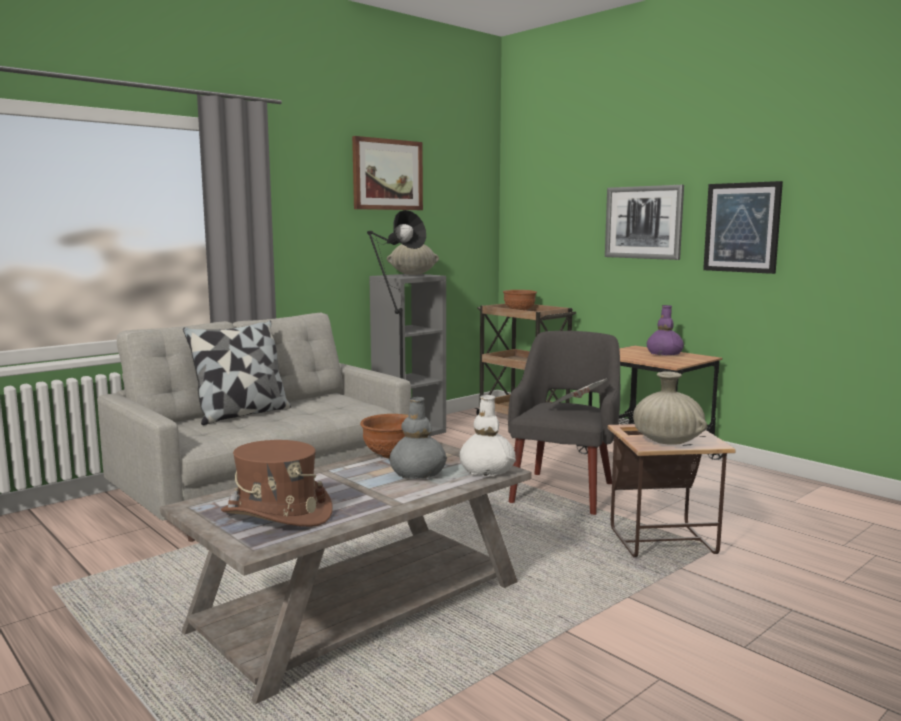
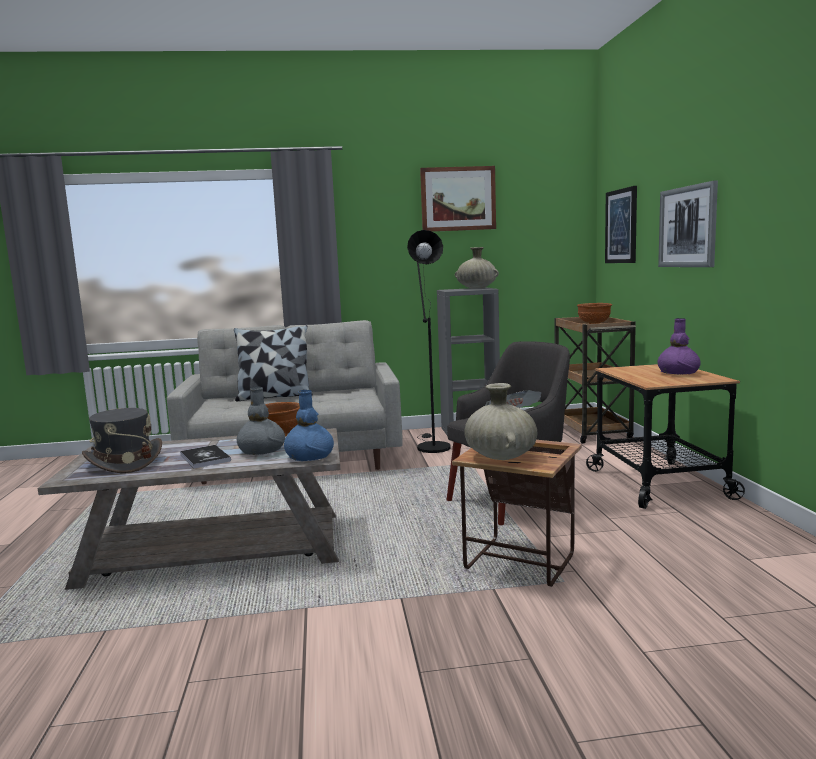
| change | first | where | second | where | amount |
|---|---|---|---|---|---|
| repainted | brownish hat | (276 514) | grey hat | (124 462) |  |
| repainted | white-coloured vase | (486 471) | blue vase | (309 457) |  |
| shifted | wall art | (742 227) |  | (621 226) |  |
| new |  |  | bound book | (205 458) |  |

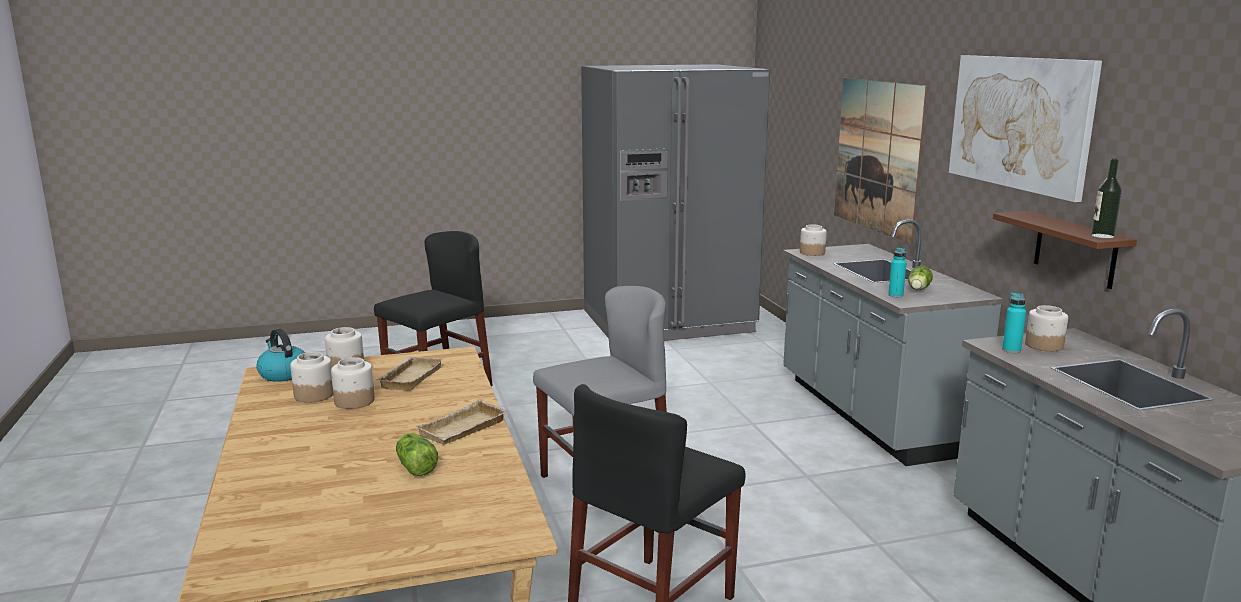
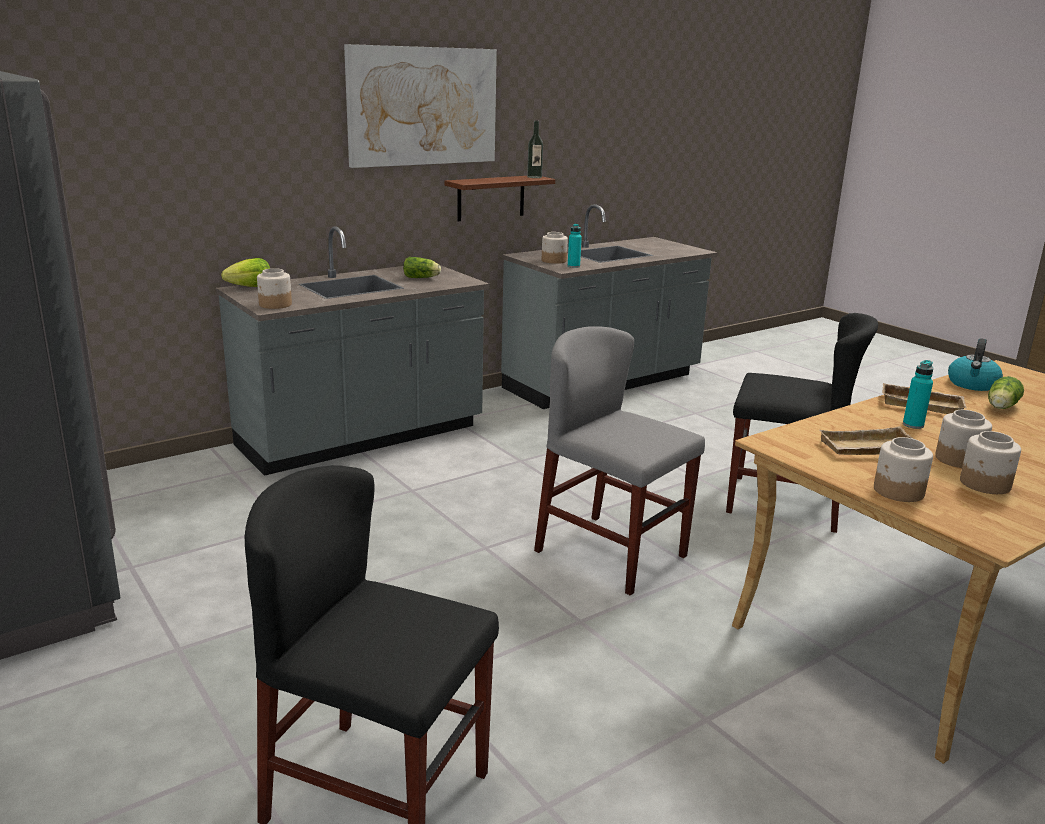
| change | first | where | second | where | amount |
|---|---|---|---|---|---|
| shifted | tea kettle | (283 374) |  | (972 384) |  |
| gone | wall art | (877 156) |  |  |  |
| shifted | blue-green beverage bottle | (895 295) |  | (913 425) |  |
| new |  |  | lettuce head | (250 287) |  |

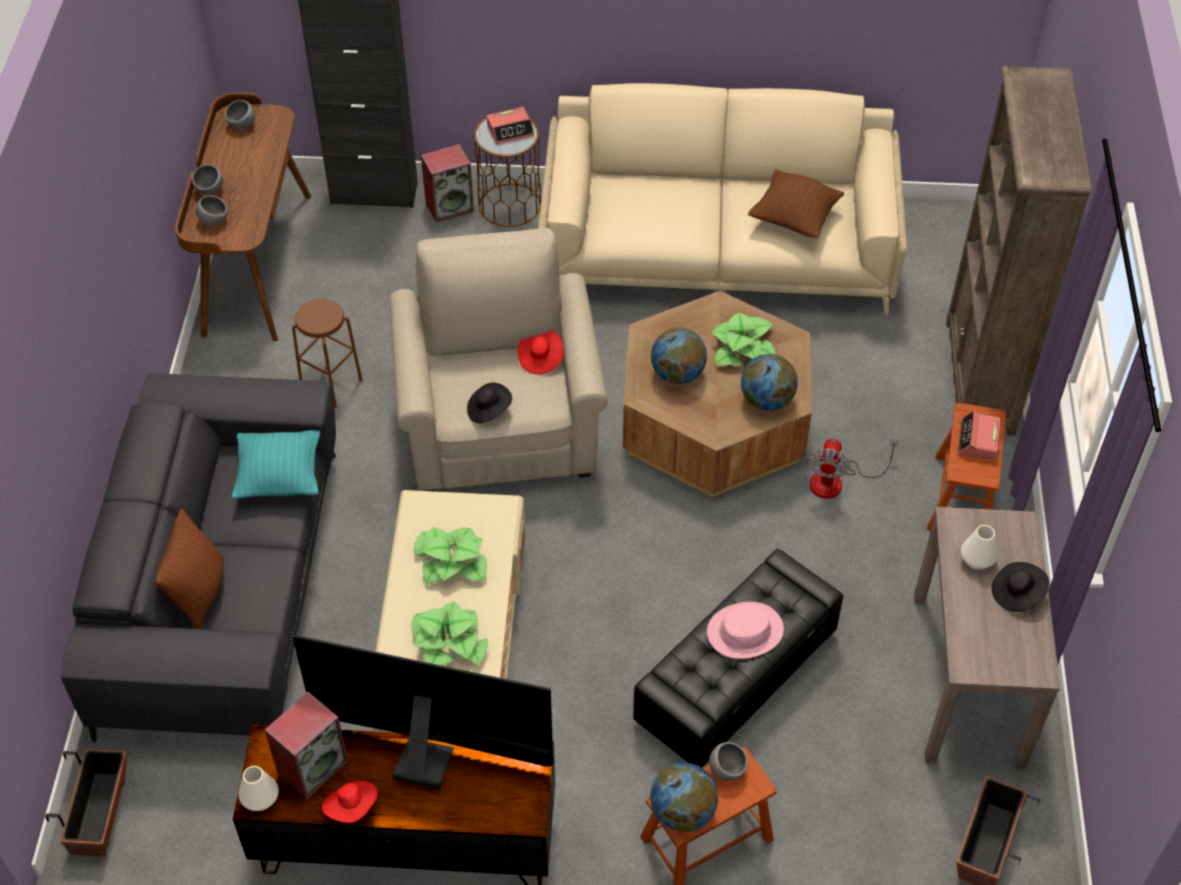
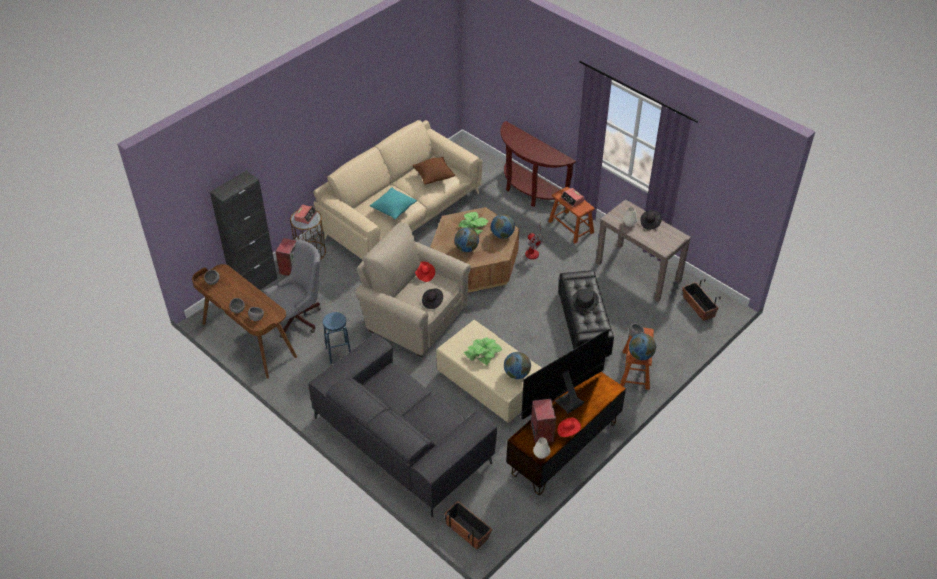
| change | first | where | second | where | amount |
|---|---|---|---|---|---|
| gone | brownish pillow | (199 592) |  |  |  |
| shifted | blue-green pillow | (280 478) |  | (393 210) |  |
| repainted | brownish stool seat | (331 384) | blue stool seat | (338 353) |  |
| swapped | houseplant | (449 642) | desk globe | (516 374) |  |
| repainted | pink hat | (745 631) | blackish hat | (584 301) |  |
| swapped | brownish bookshelf | (979 377) | brownish console table | (529 191) |  |
| new |  |  | grey computer chair | (299 318) |  |

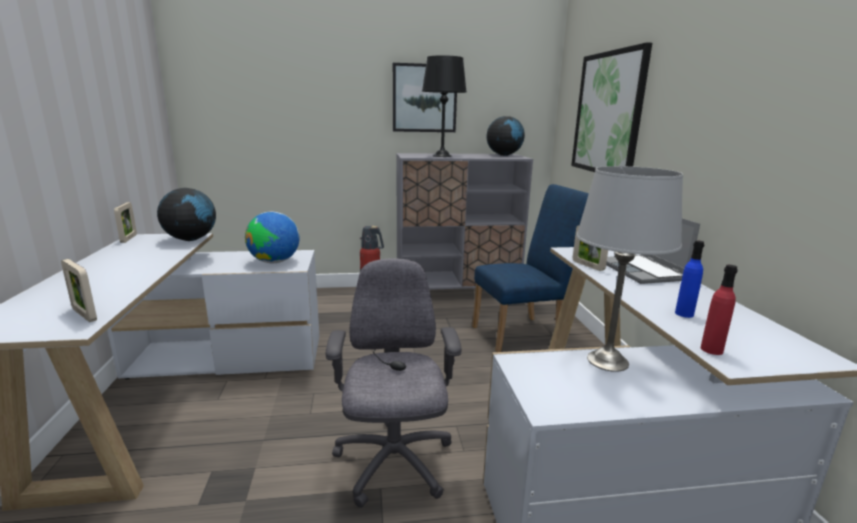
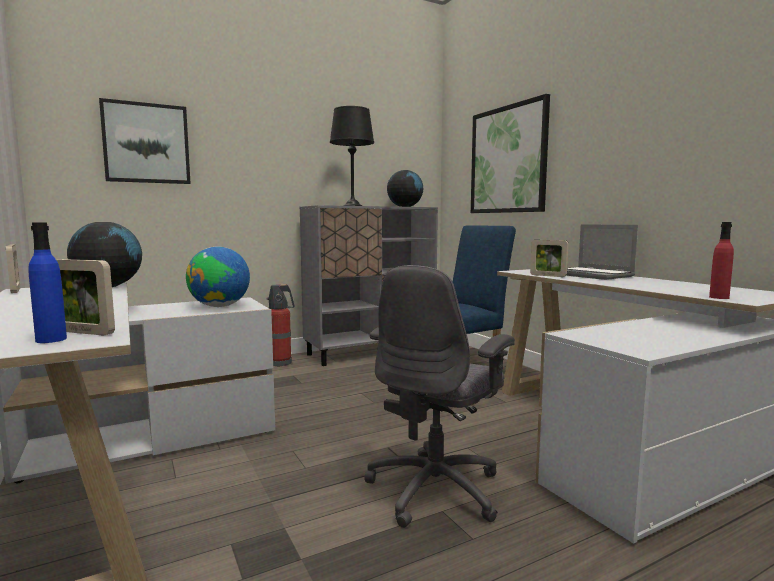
| change | first | where | second | where | amount |
|---|---|---|---|---|---|
| rotated | grey computer chair | (393 464) |  | (436 489) | 120 degrees counterclockwise |
| shifted | wall art | (424 98) |  | (146 143) |  |
| gone | grey table lamp | (606 361) |  |  |  |
| shifted | blue beverage bottle | (684 314) |  | (51 339) |  |

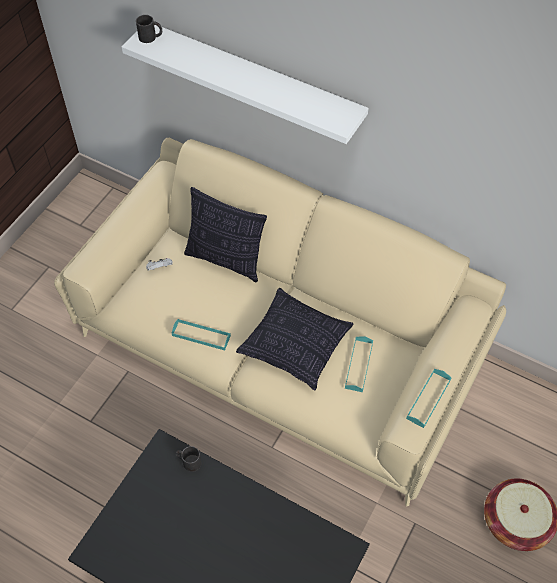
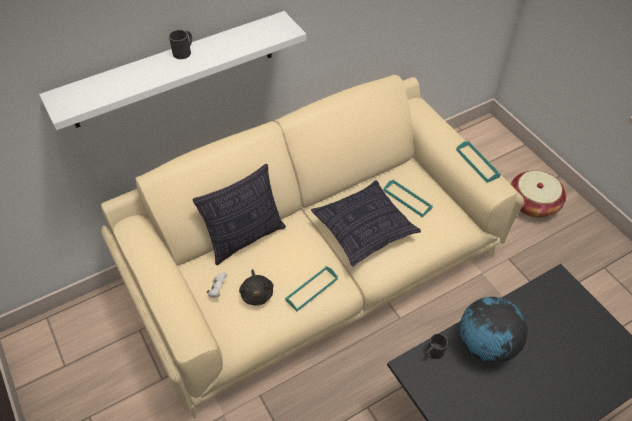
| change | first | where | second | where | amount |
|---|---|---|---|---|---|
| shifted | blackish tea mug | (151 37) |  | (184 51) |  |
| new |  |  | blackish cuddly toy | (257 293) |  |
| new |  |  | desk globe | (485 344) |  |

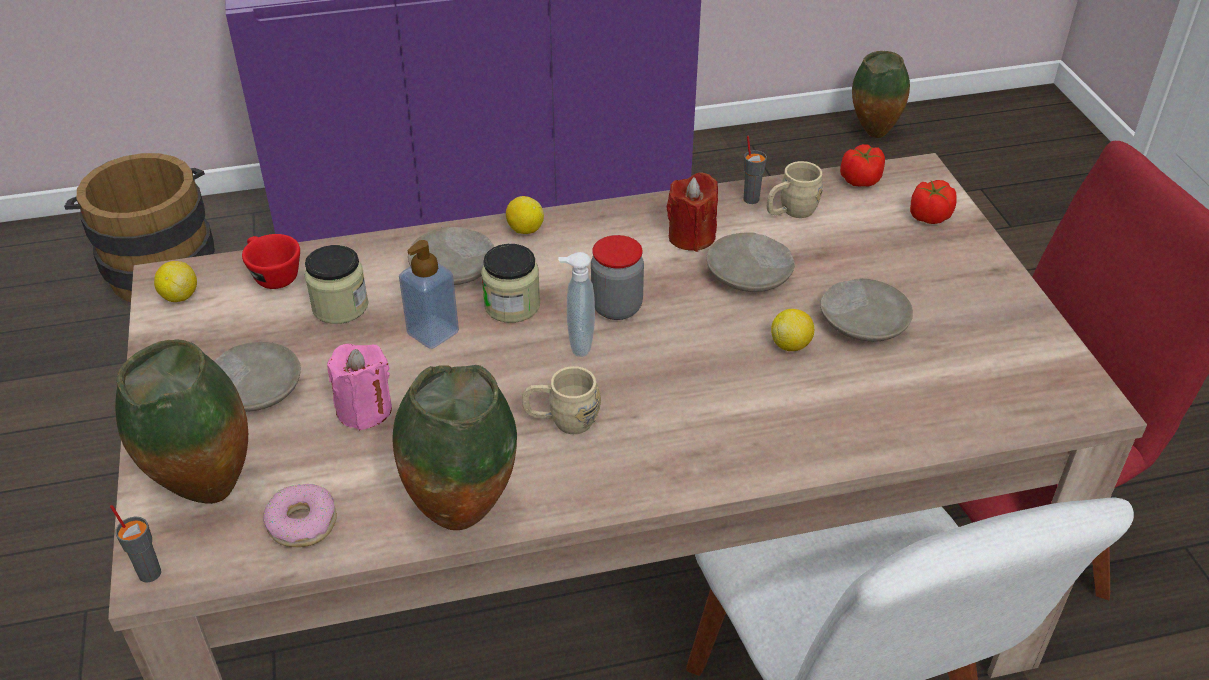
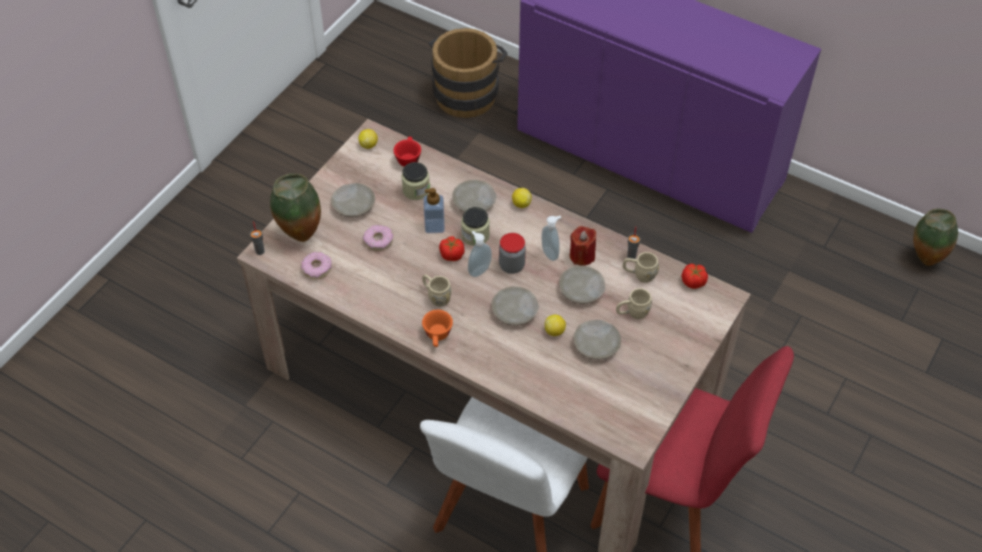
| change | first | where | second | where | amount |
|---|---|---|---|---|---|
| swapped | pink wax candle | (364 409) | doughnut | (378 241) |  |
| gone | vase | (463 515) |  |  |  |
| shifted | tomato | (929 216) |  | (451 255) |  |
| new |  |  | orange-coloured small cup | (438 336) |  |
| new |  |  | sand-coloured flat dish | (515 311) |  |
| new |  |  | liquid soap bottle | (551 253) |  |
| new |  |  | sand-coloured tea mug | (632 313) |  |

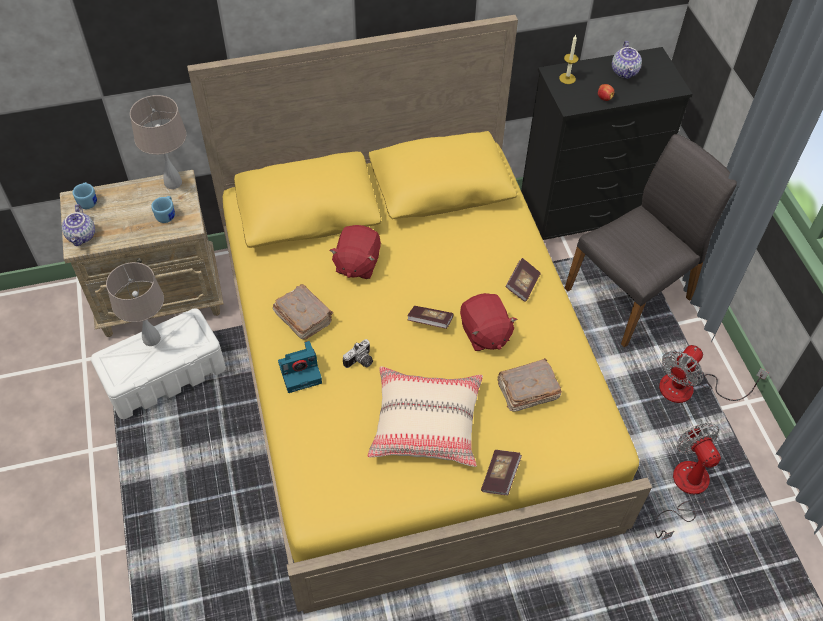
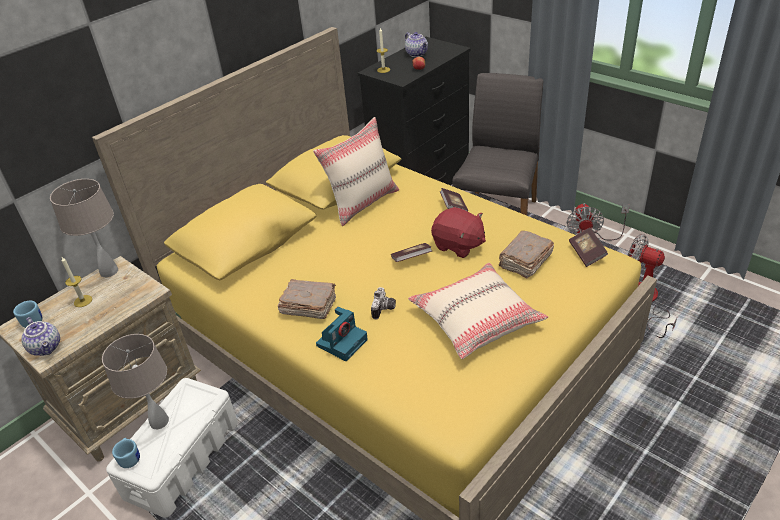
| change | first | where | second | where | amount |
|---|---|---|---|---|---|
| shifted | blue tea mug | (167 214) |  | (130 457) |  |
| gone | reddish cuddly toy | (356 264) |  |  |  |
| shifted | bound book | (500 477) |  | (587 253) |  |
| new |  |  | wax candle | (83 301) |  |
| new |  |  | sand-coloured pillow | (362 203) |  |

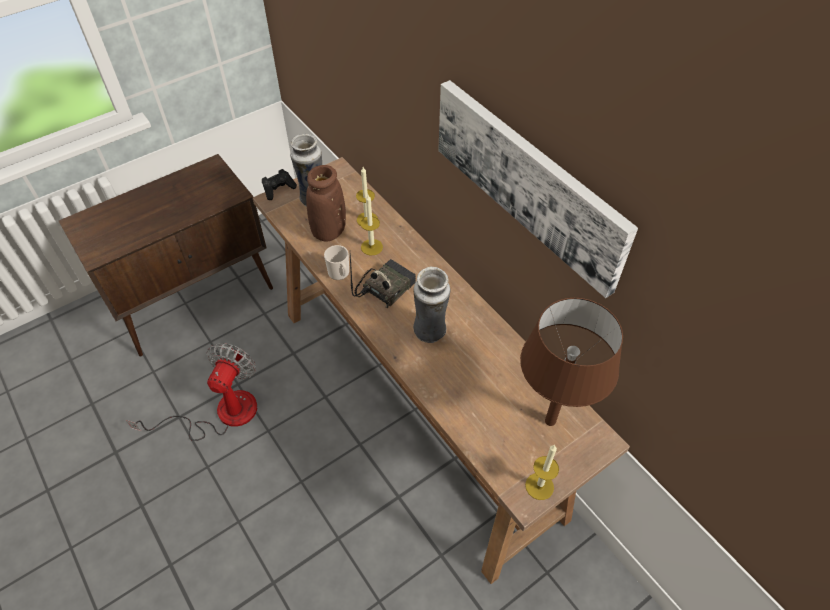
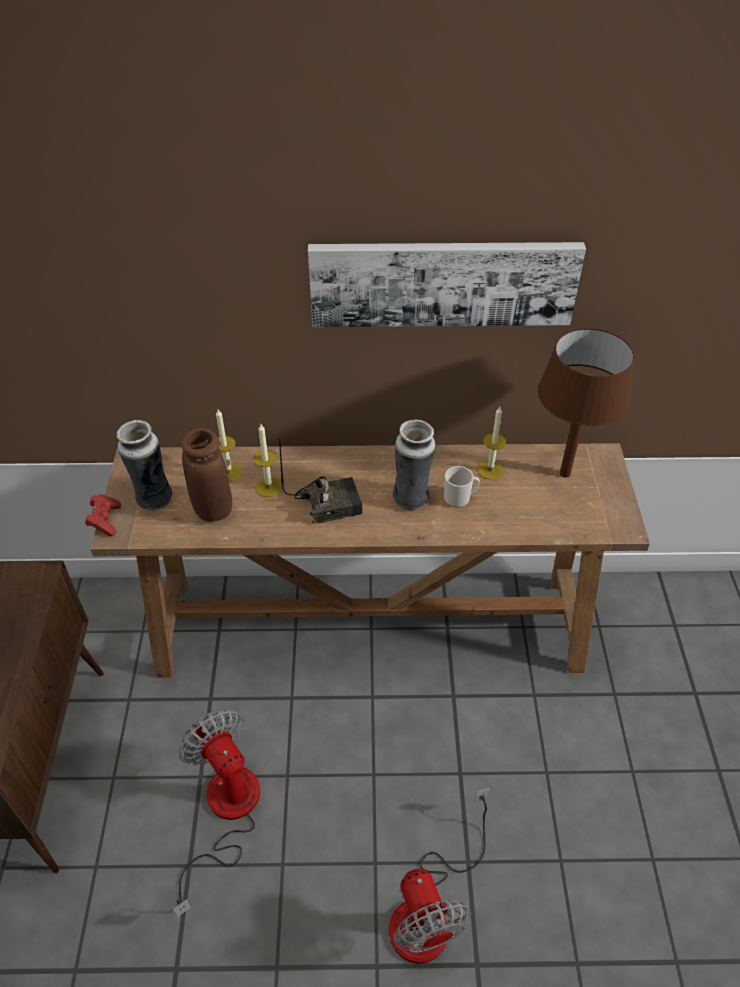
| change | first | where | second | where | amount |
|---|---|---|---|---|---|
| repainted | blackish joypad | (278 189) | reddish joypad | (105 520) |  |
| shifted | tea mug | (340 274) |  | (460 498) |  |
| rotated | radio receiver | (384 287) |  | (329 503) | 90 degrees clockwise |
| shifted | wax candle | (539 486) |  | (490 470) |  |
| new |  |  | electric fan | (430 910) |  |

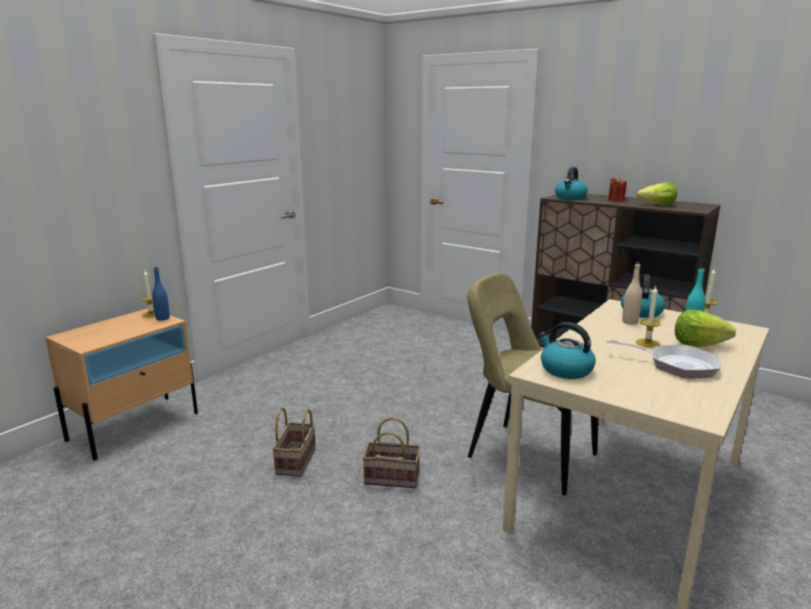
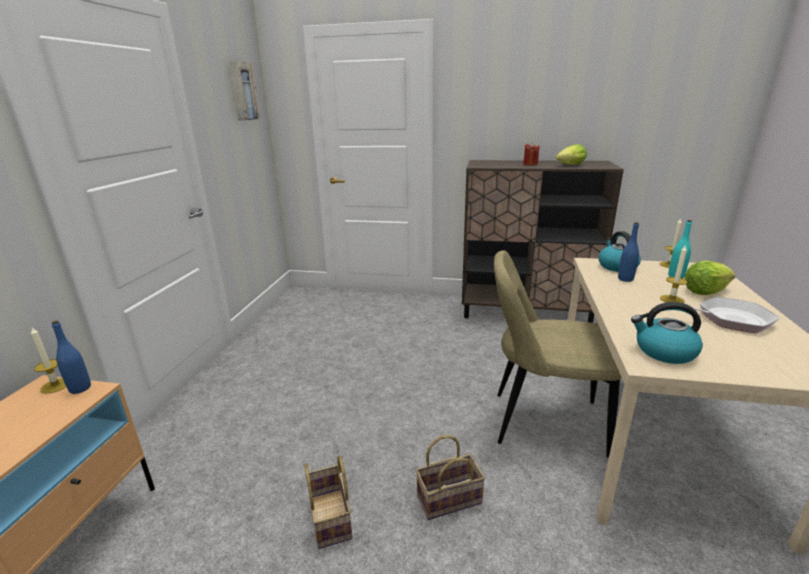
| change | first | where | second | where | amount |
|---|---|---|---|---|---|
| gone | tea kettle | (570 198) |  |  |  |
| repainted | sand-coloured beverage bottle | (630 322) | blue beverage bottle | (625 279) |  |
| new |  |  | wall art | (243 91) |  |

